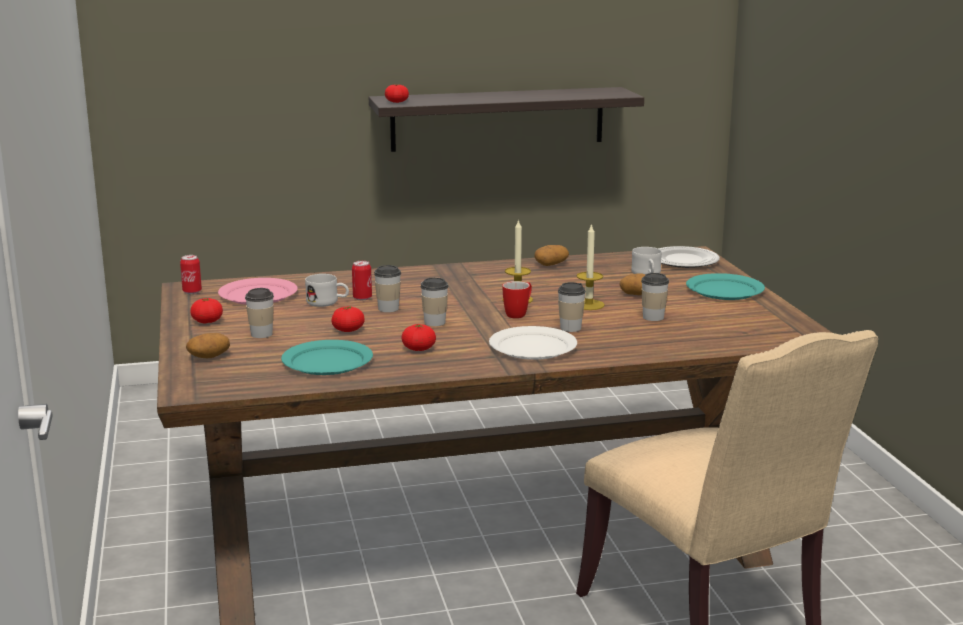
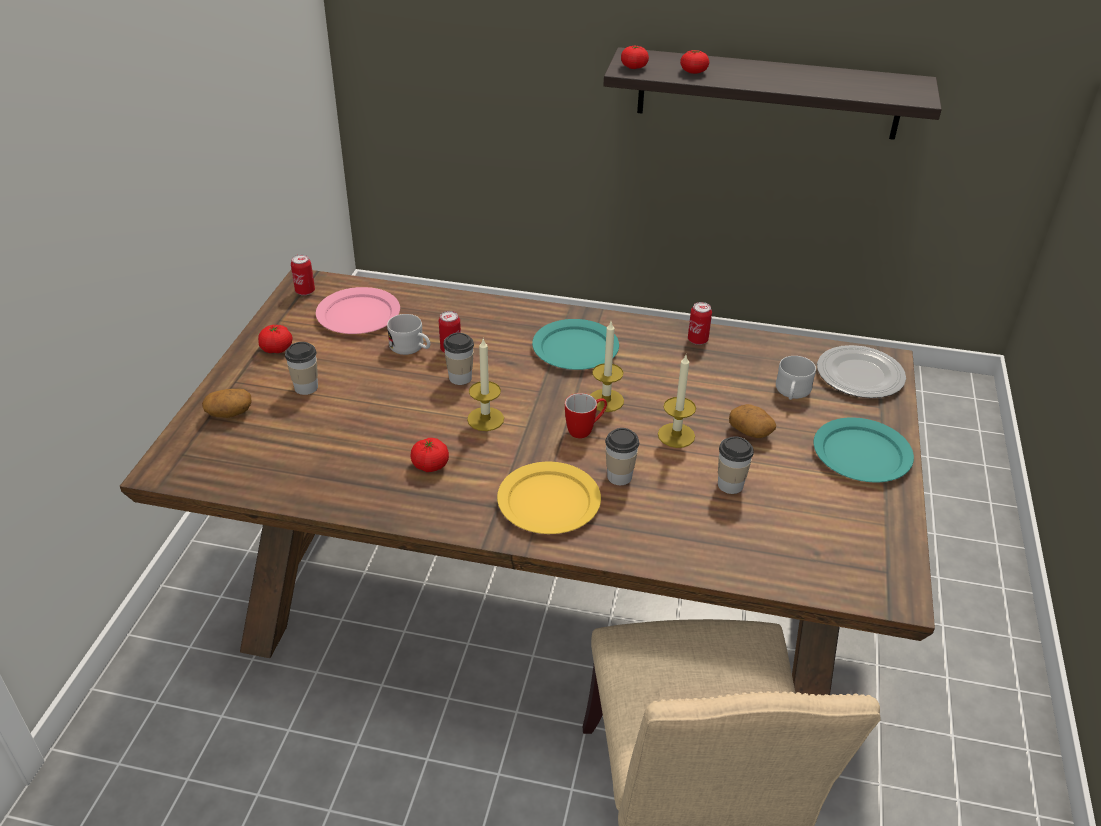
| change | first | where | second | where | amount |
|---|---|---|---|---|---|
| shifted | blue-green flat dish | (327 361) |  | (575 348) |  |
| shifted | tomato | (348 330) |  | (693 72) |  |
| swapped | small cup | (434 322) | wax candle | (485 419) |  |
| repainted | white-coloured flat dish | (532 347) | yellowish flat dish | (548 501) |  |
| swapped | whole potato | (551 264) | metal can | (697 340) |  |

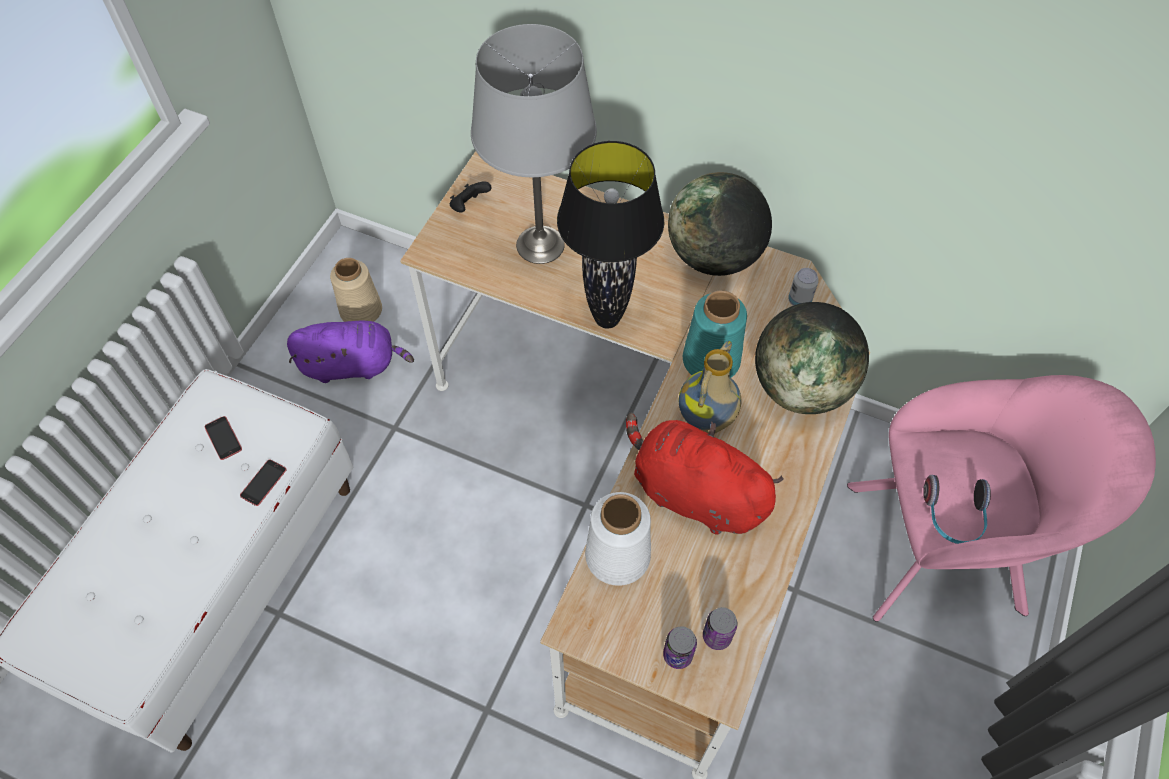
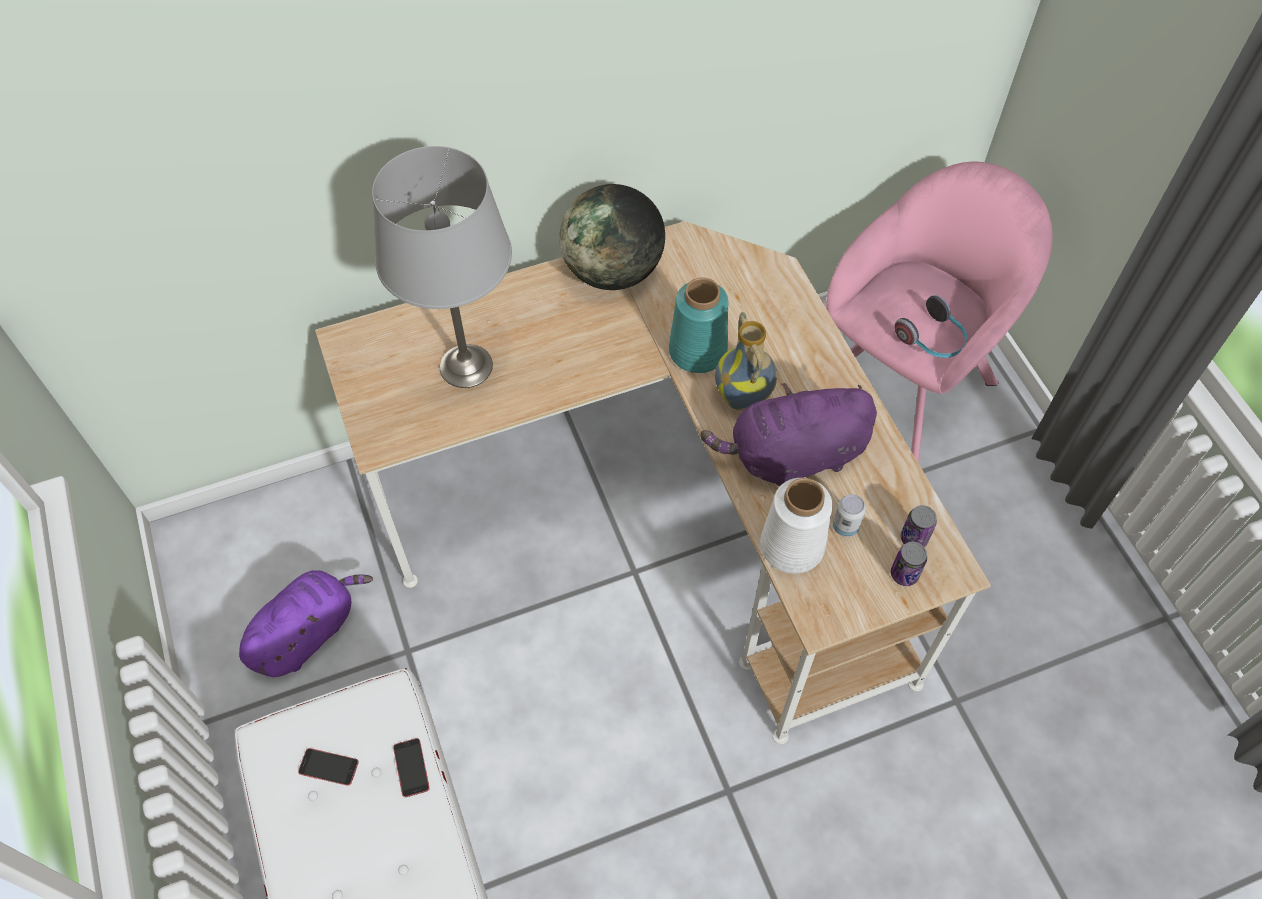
| change | first | where | second | where | amount |
|---|---|---|---|---|---|
| gone | sand-coloured vase | (361 311) |  |  |  |
| gone | blackish joypad | (469 206) |  |  |  |
| gone | blackish table lamp | (606 319) |  |  |  |
| repainted | reddish cuddly toy | (693 492) | purple cuddly toy | (792 456) |  |
| gone | desk globe | (800 387) |  |  |  |
| shifted | metal can | (799 300) |  | (845 526) |  |

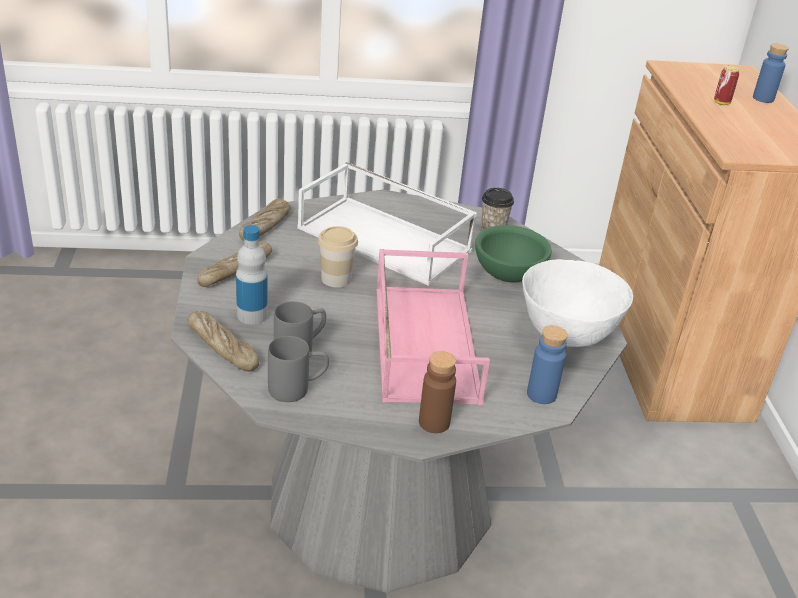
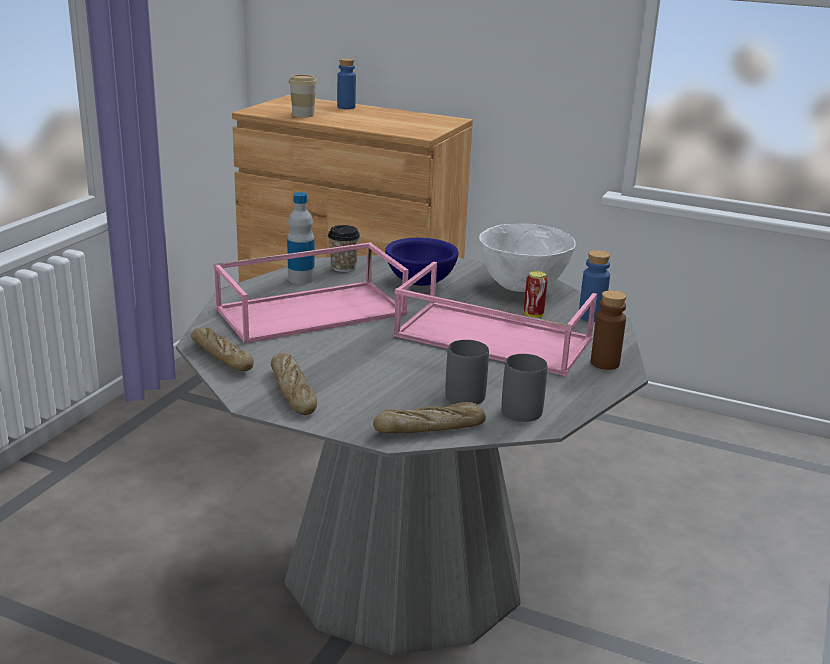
| change | first | where | second | where | amount |
|---|---|---|---|---|---|
| shifted | beverage bottle | (252 315) |  | (301 279) |  |
| repainted | white-coloured serving tray | (386 239) | pink serving tray | (312 310) |  |
| shifted | small cup | (336 279) |  | (303 115) |  |
| repainted | green-coloured serving bowl | (507 275) | blue serving bowl | (419 282) |  |
| shifted | metal can | (721 103) |  | (533 315) |  |

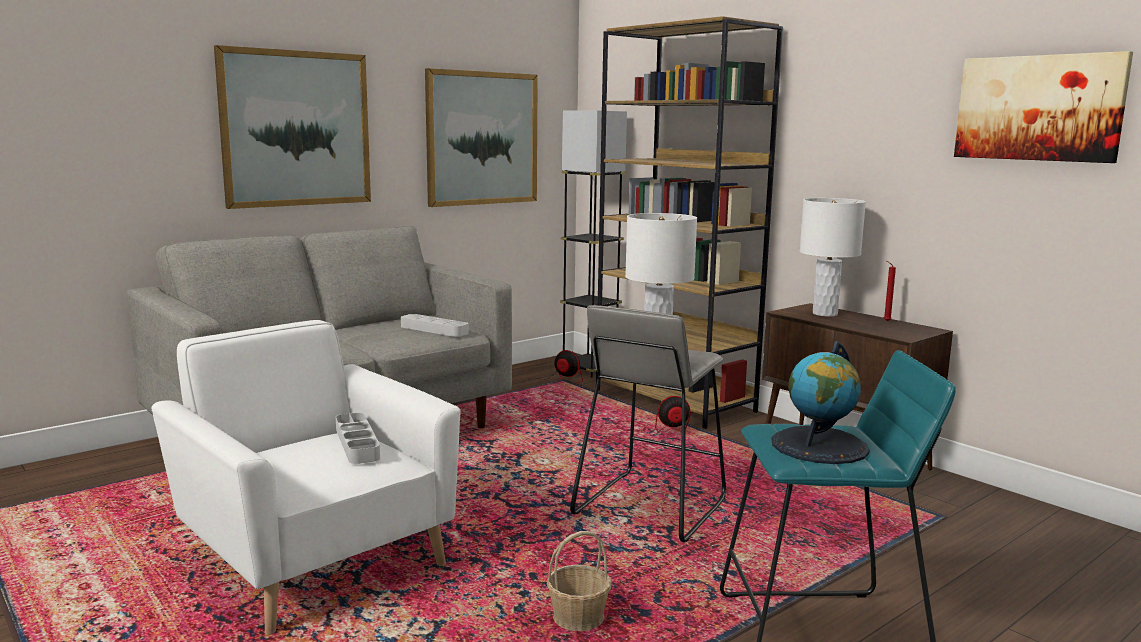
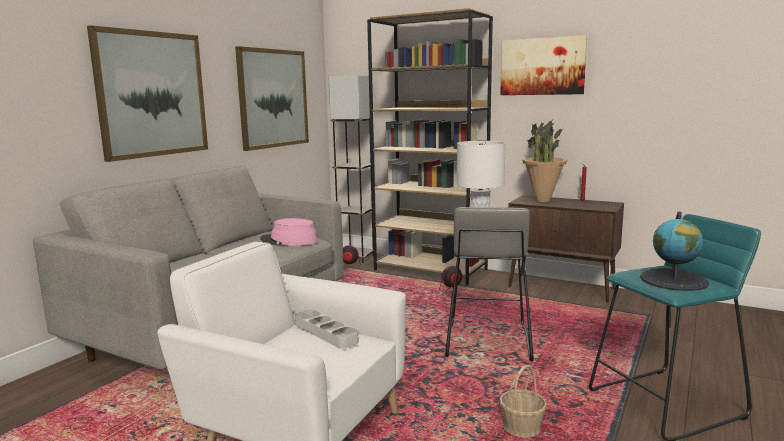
| change | first | where | second | where | amount |
|---|---|---|---|---|---|
| swapped | grey serving tray | (434 330) | pink hat | (289 241) |  |
| swapped | white-coloured table lamp | (824 314) | houseplant | (542 200) |  |
| shifted | wall art | (1038 108) |  | (542 66) |  |

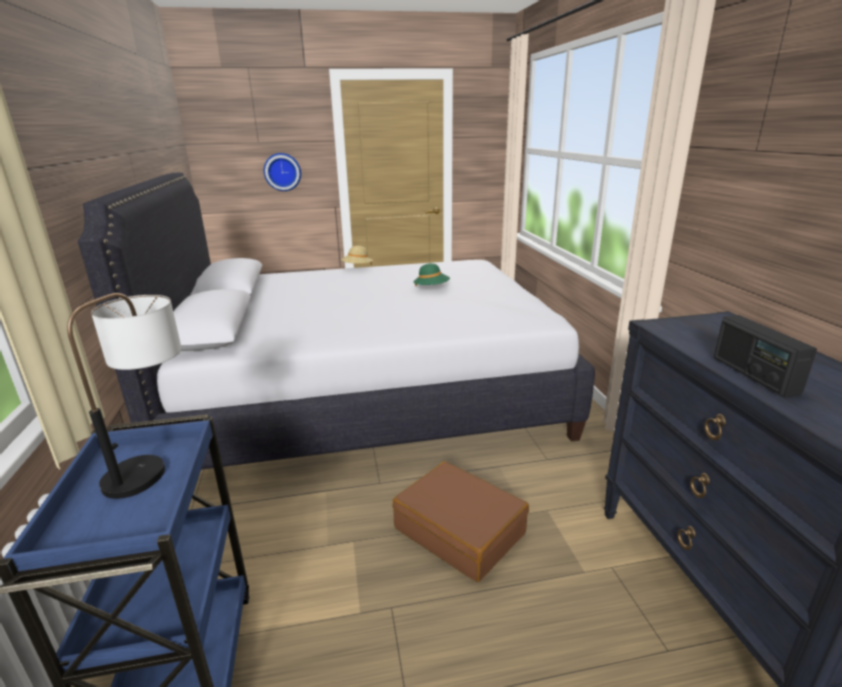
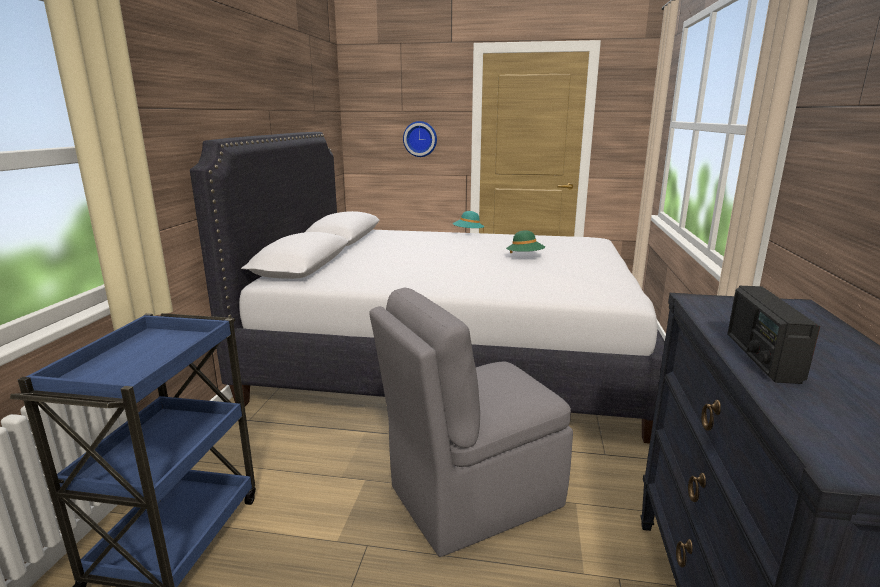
| change | first | where | second | where | amount |
|---|---|---|---|---|---|
| gone | table lamp | (155 460) |  |  |  |
| repainted | sand-coloured hat | (357 268) | blue-green hat | (468 233) |  |
| swapped | brownish piece of luggage | (460 530) | grey upright chair | (471 497) |  |

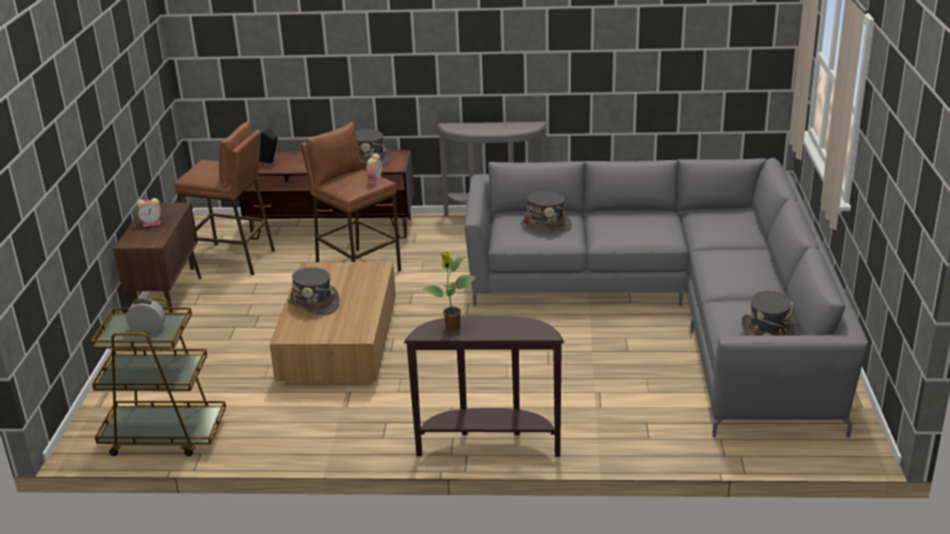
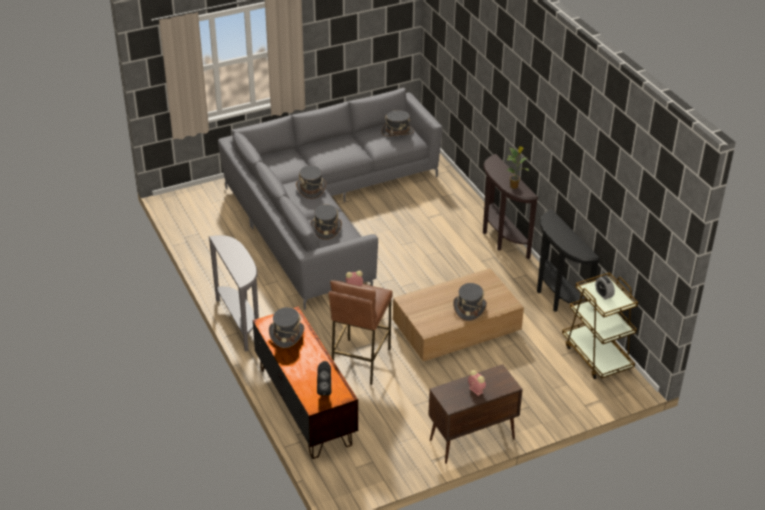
| change | first | where | second | where | amount |
|---|---|---|---|---|---|
| gone | brownish stool seat | (233 259) |  |  |  |
| new |  |  | grey hat | (311 189) |  |
| new |  |  | blackish console table | (556 298) |  |

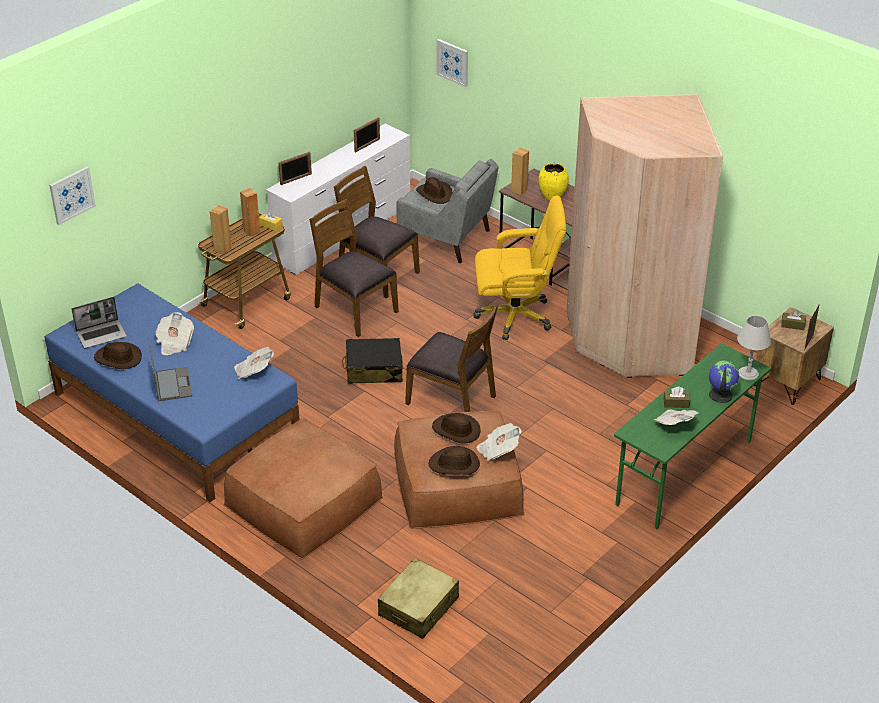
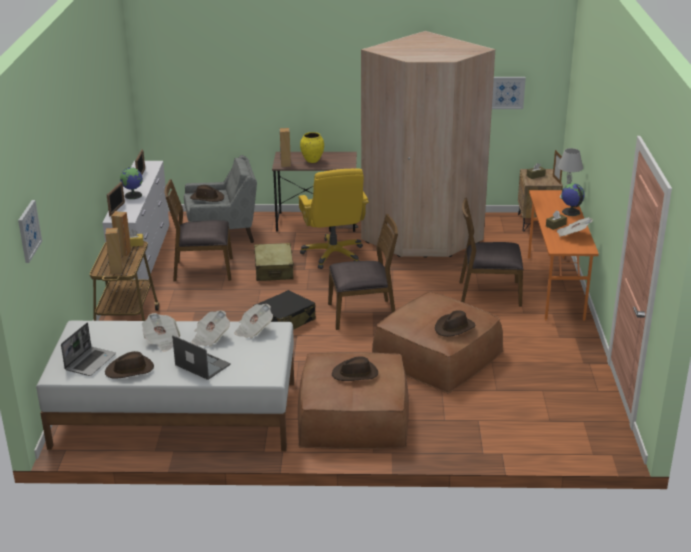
| change | first | where | second | where | amount |
|---|---|---|---|---|---|
| repainted | blue bed | (176 415) | white-coloured bed | (175 413) |  |
| shifted | brownish upright chair | (354 310) |  | (489 293) |  |
| shifted | sand-coloured piece of luggage | (419 607) |  | (274 270) |  |
| shifted | brownish hat | (456 430) |  | (355 374) |  |
| shifted | wall art | (453 62) |  | (507 92) |  |
| rotated | yellowish computer chair | (515 316) |  | (333 255) | 120 degrees clockwise |
| shifted | printed paper | (498 450) |  | (210 338) |  |
| repainted | green-coloured desk | (684 474) | orange-coloured desk | (555 287) |  |
| new |  |  | desk globe | (133 195) |  |

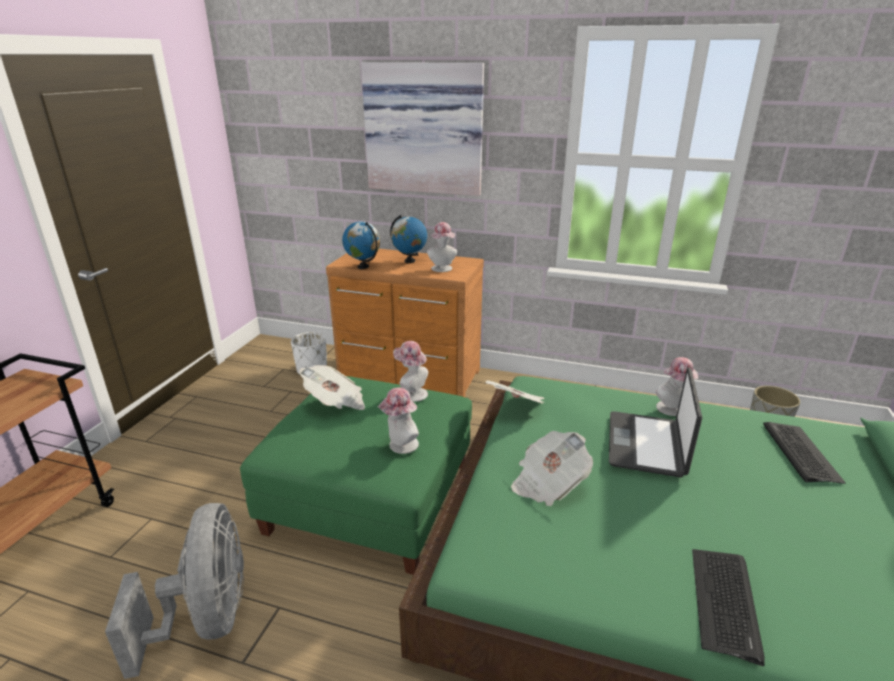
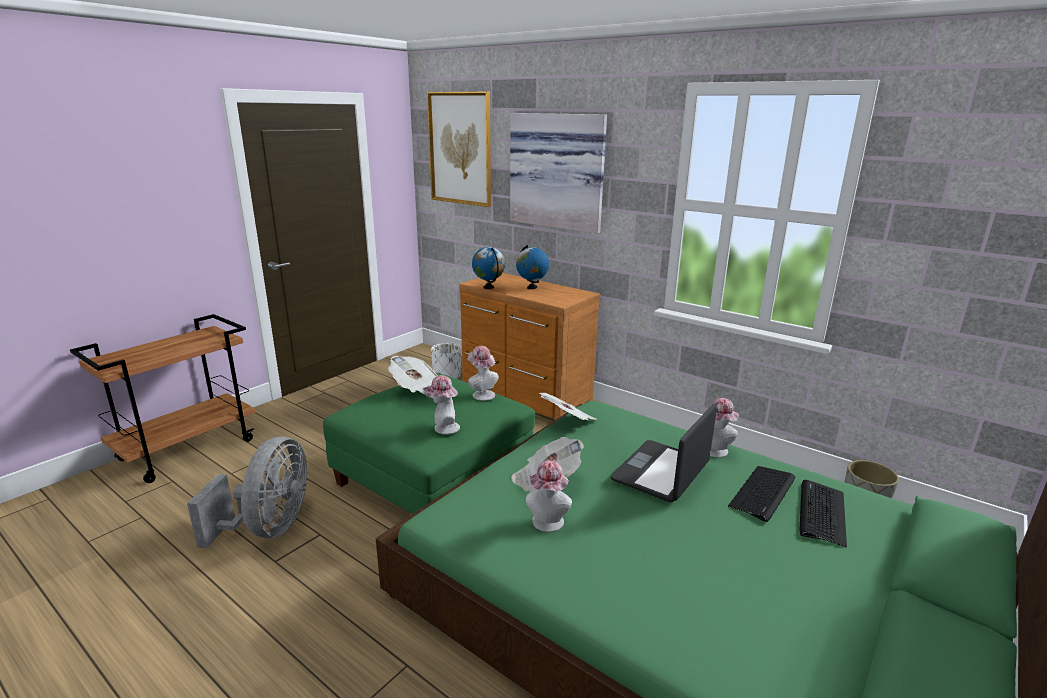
| change | first | where | second | where | amount |
|---|---|---|---|---|---|
| shifted | hat | (442 269) |  | (547 524) |  |
| shifted | computer keyboard | (725 602) |  | (763 493) |  |
| new |  |  | wall art | (460 149) |  |

